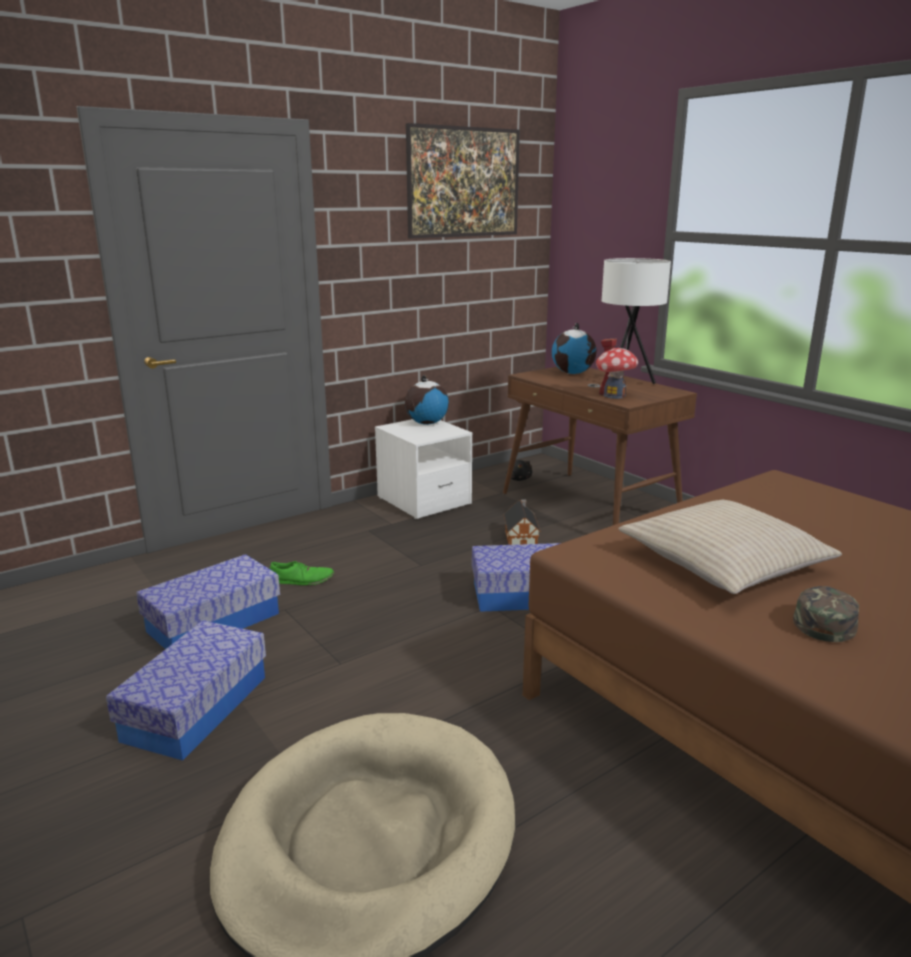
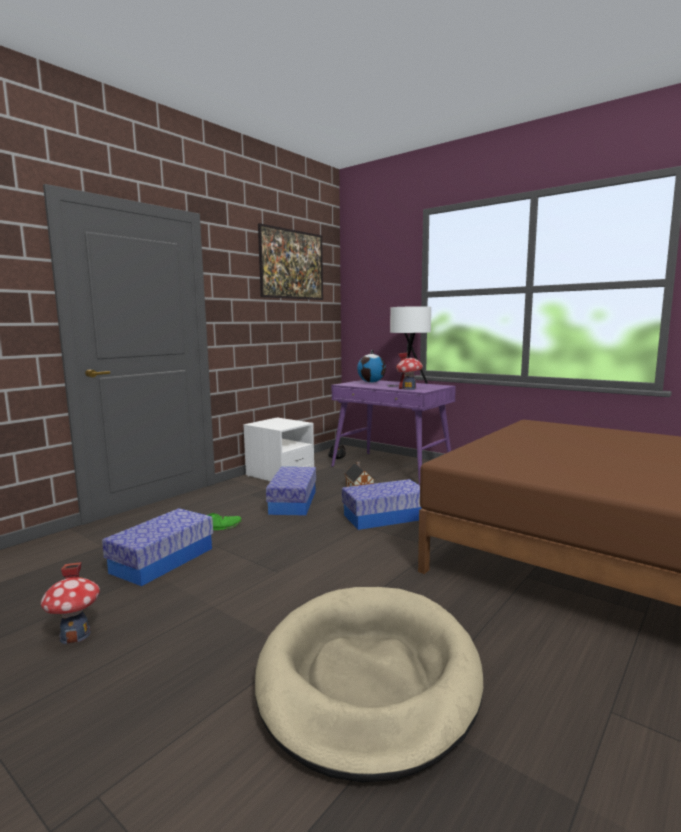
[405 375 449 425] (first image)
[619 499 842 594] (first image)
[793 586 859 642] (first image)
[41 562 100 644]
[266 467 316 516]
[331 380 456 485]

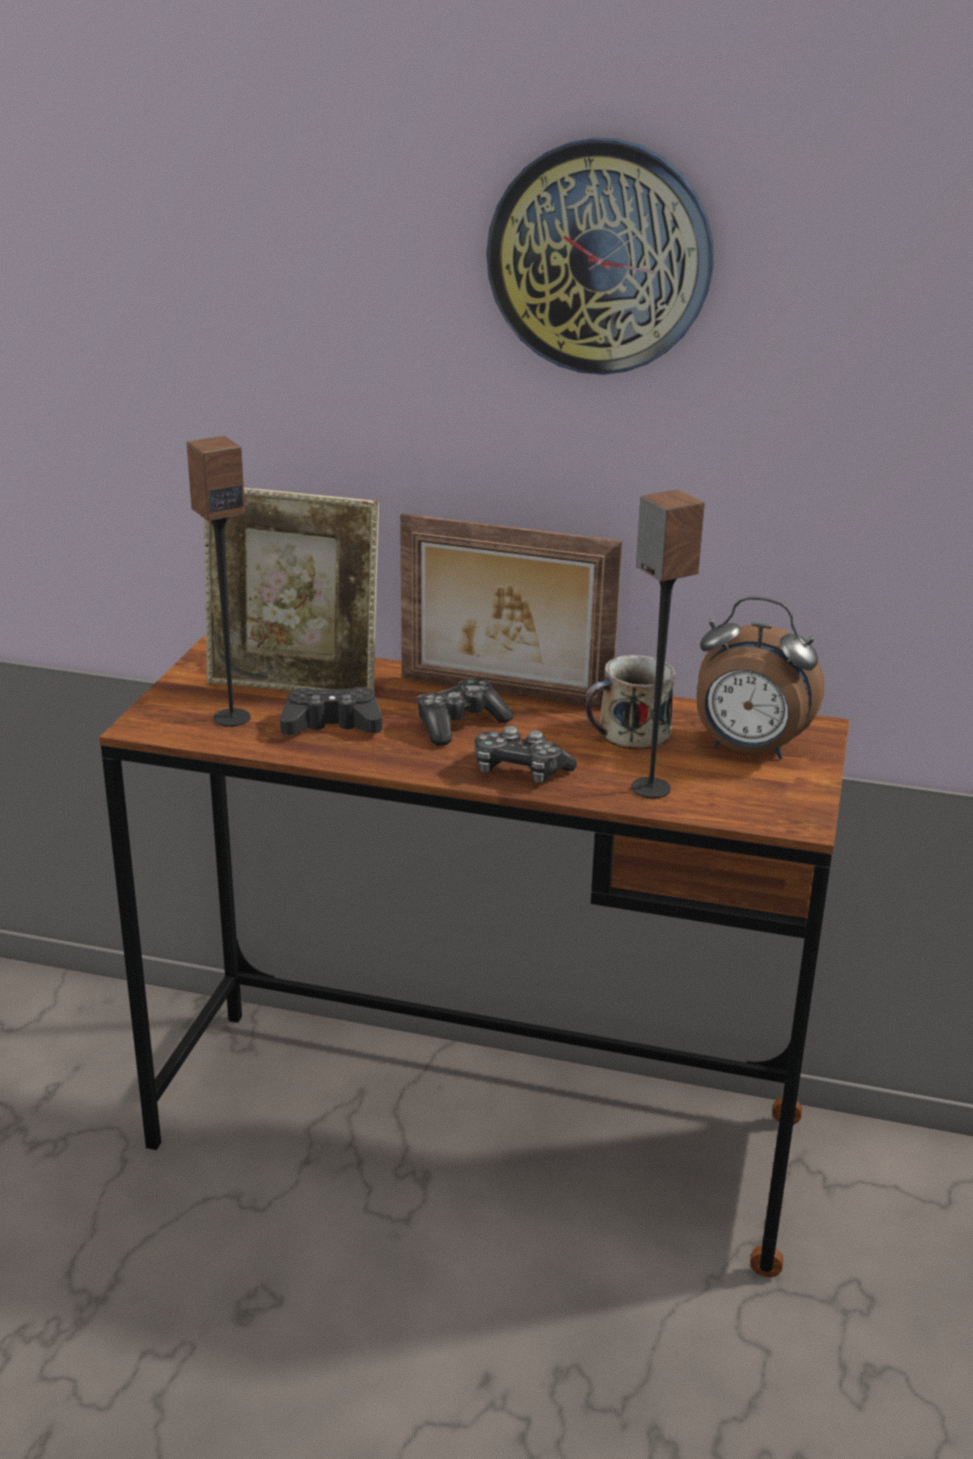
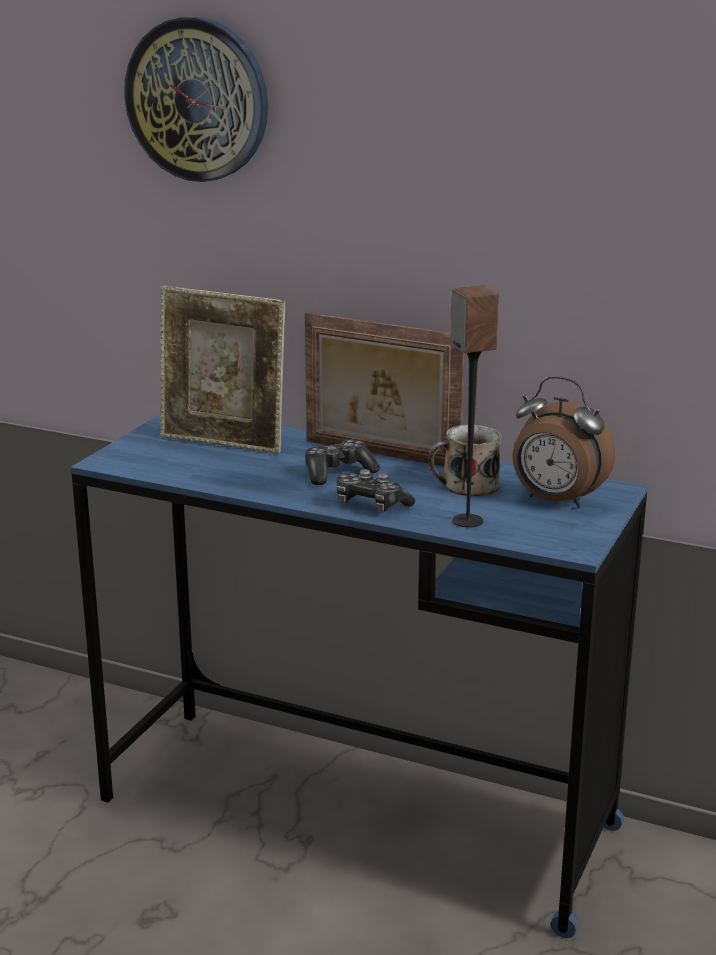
[186 436 251 727] (first image)
[280 687 382 735] (first image)
[124 17 268 182]
[70 414 648 938]

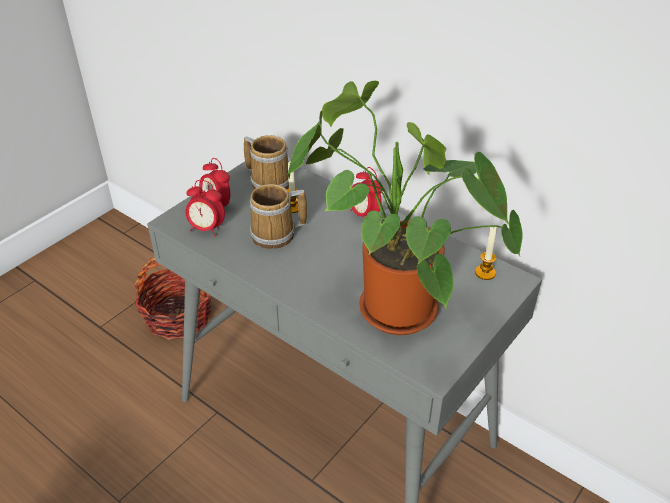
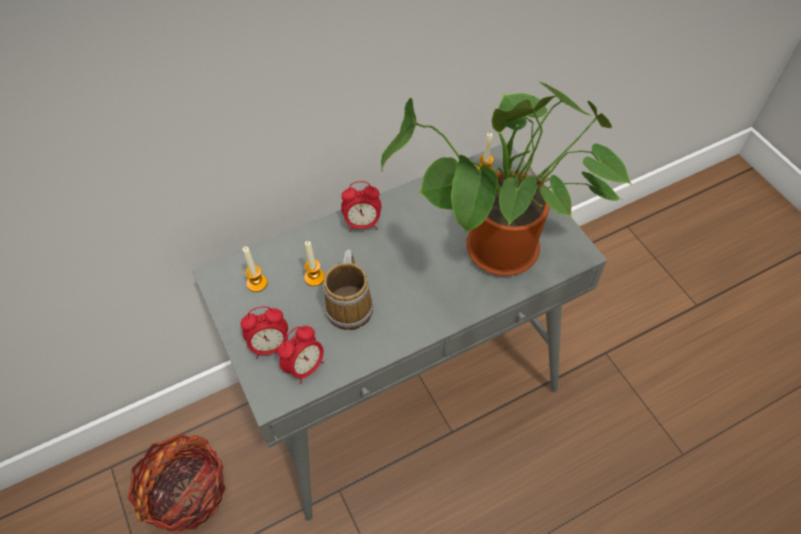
[243 247 268 292]

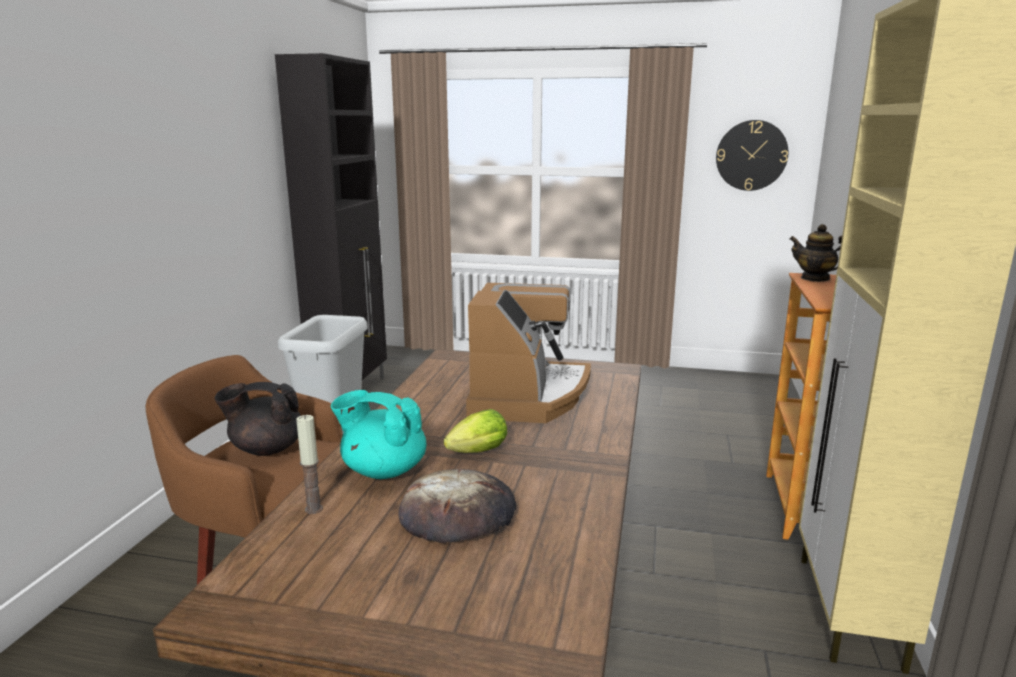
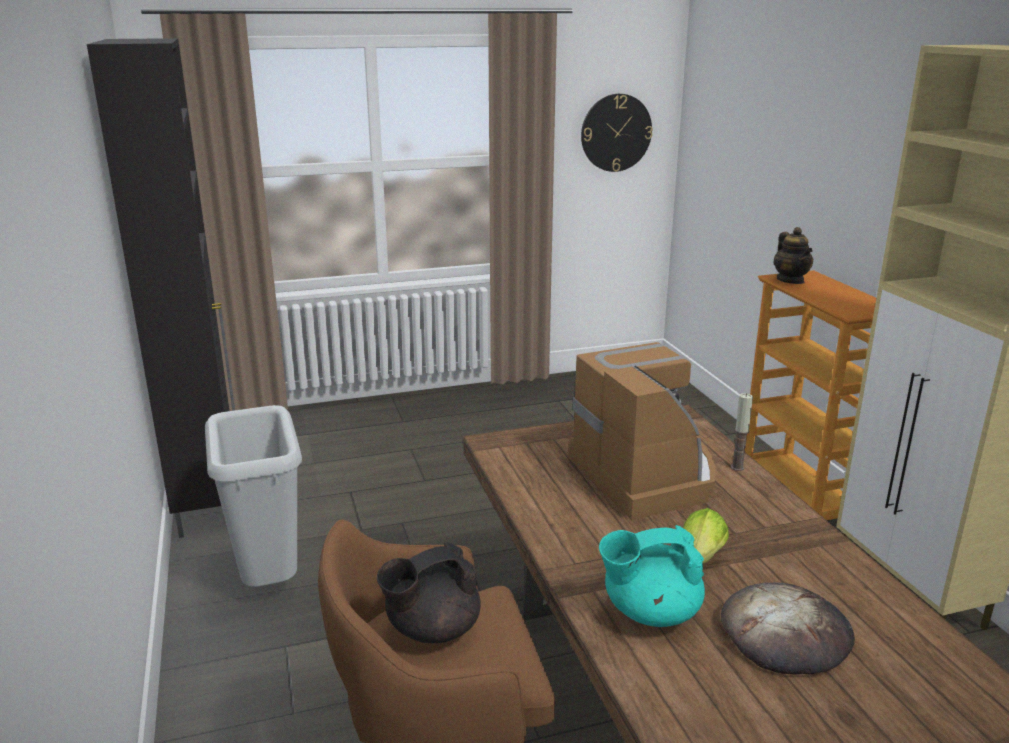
[731 393 753 471]
[773 227 813 284]

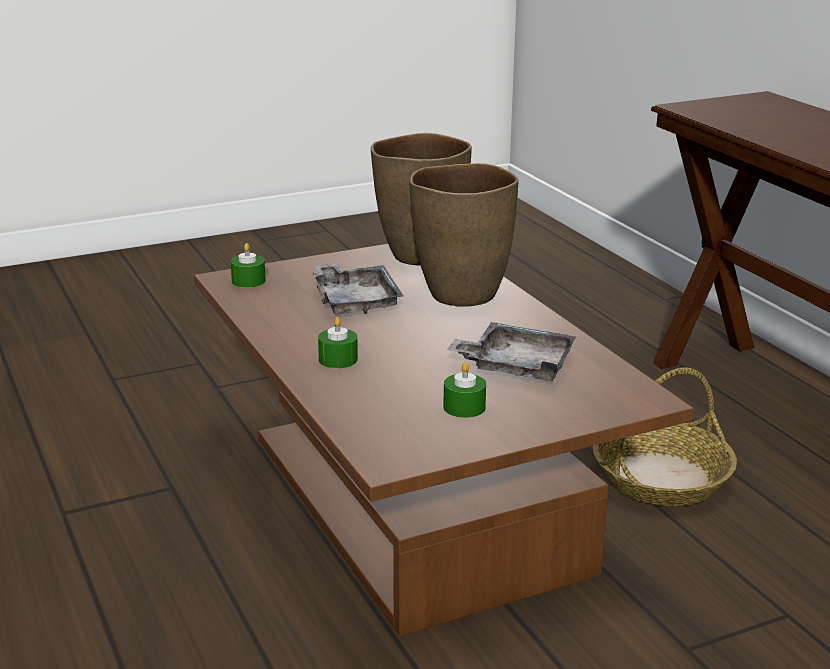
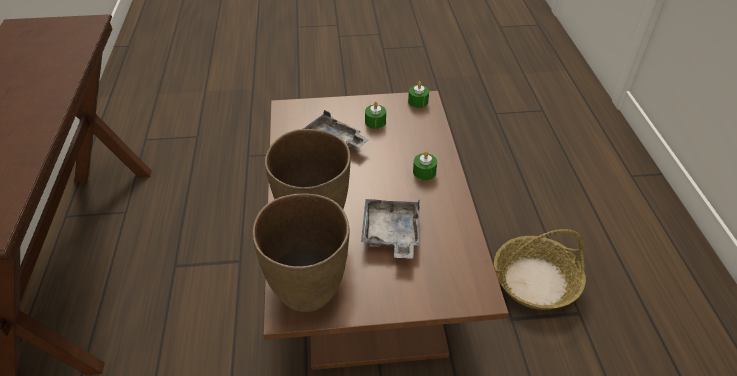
[408 81 429 108]
[494 229 586 310]

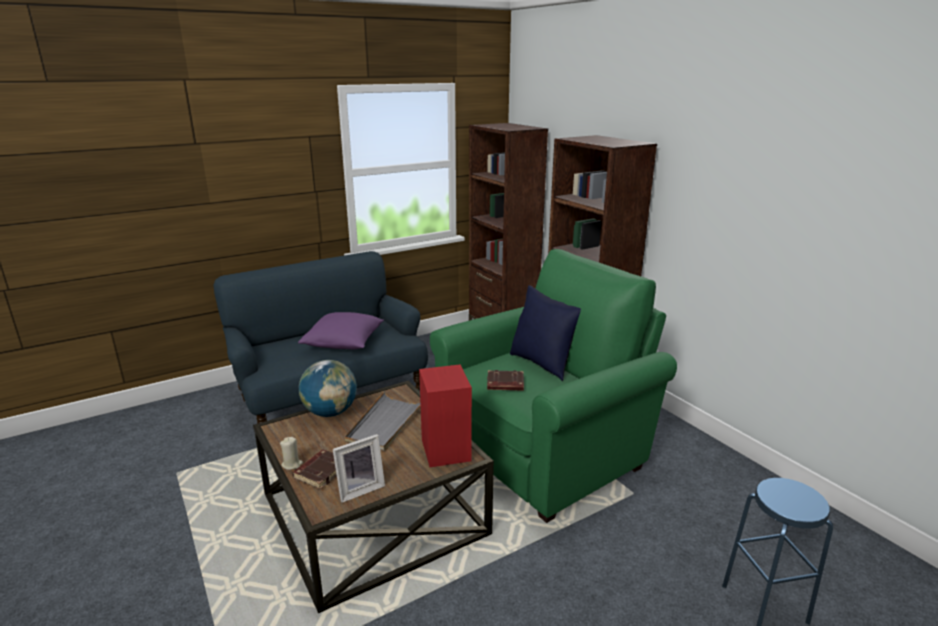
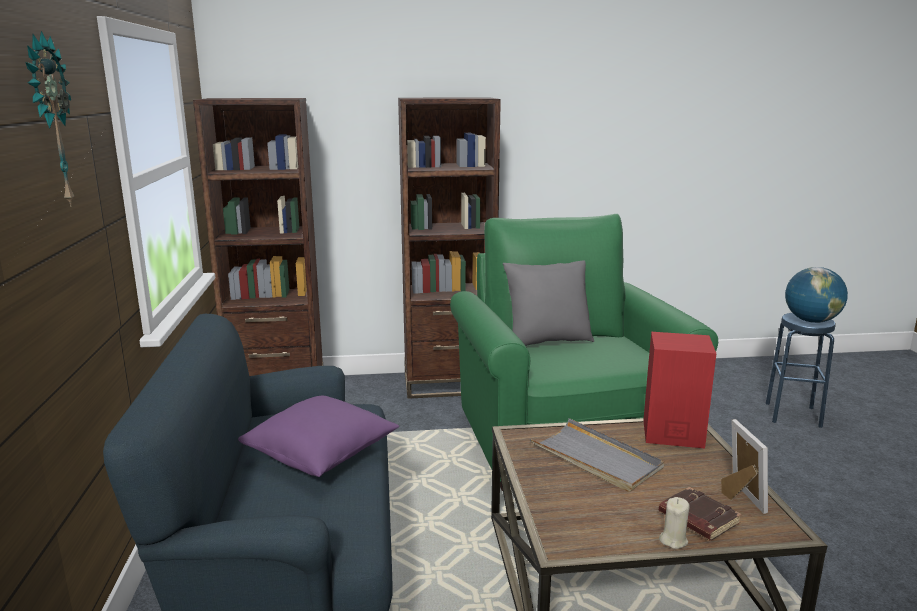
[487 370 524 391] (first image)
[25 31 75 207]
[785 267 848 323]
[503 260 594 346]

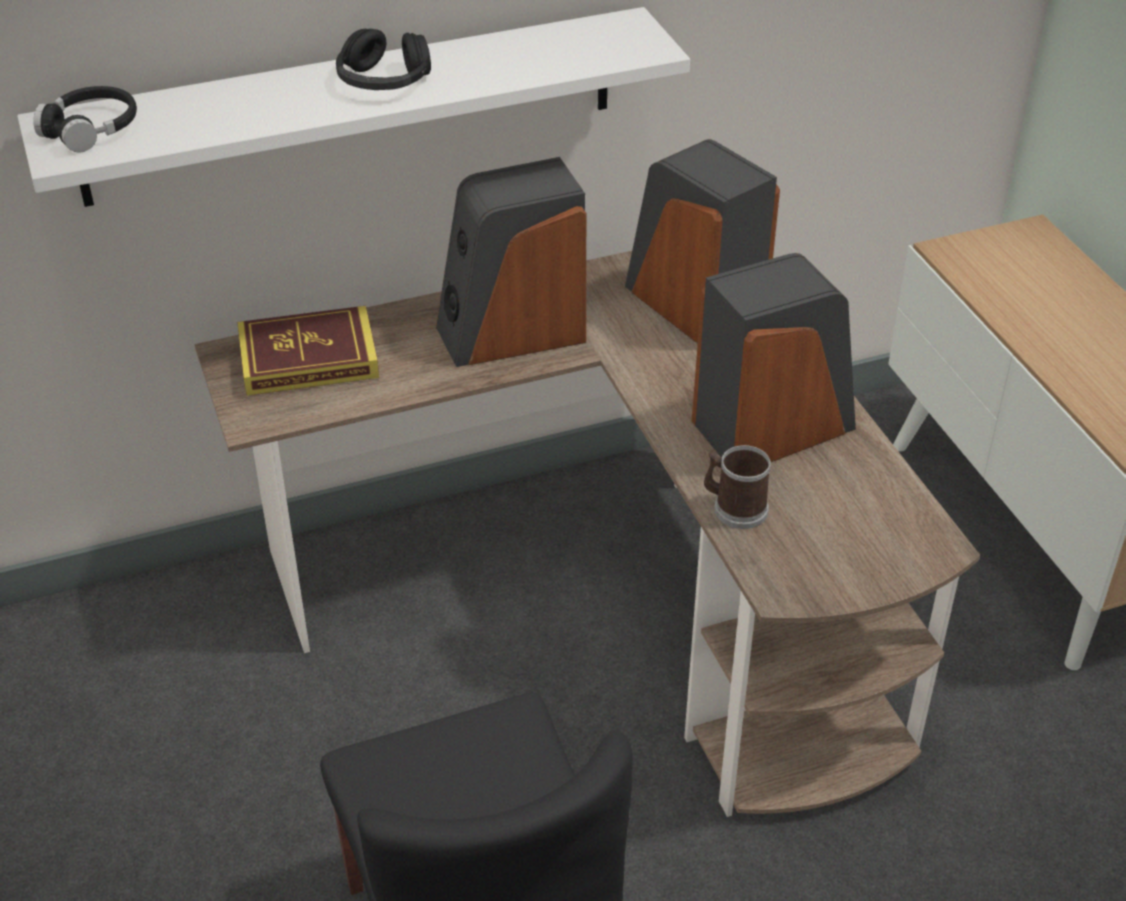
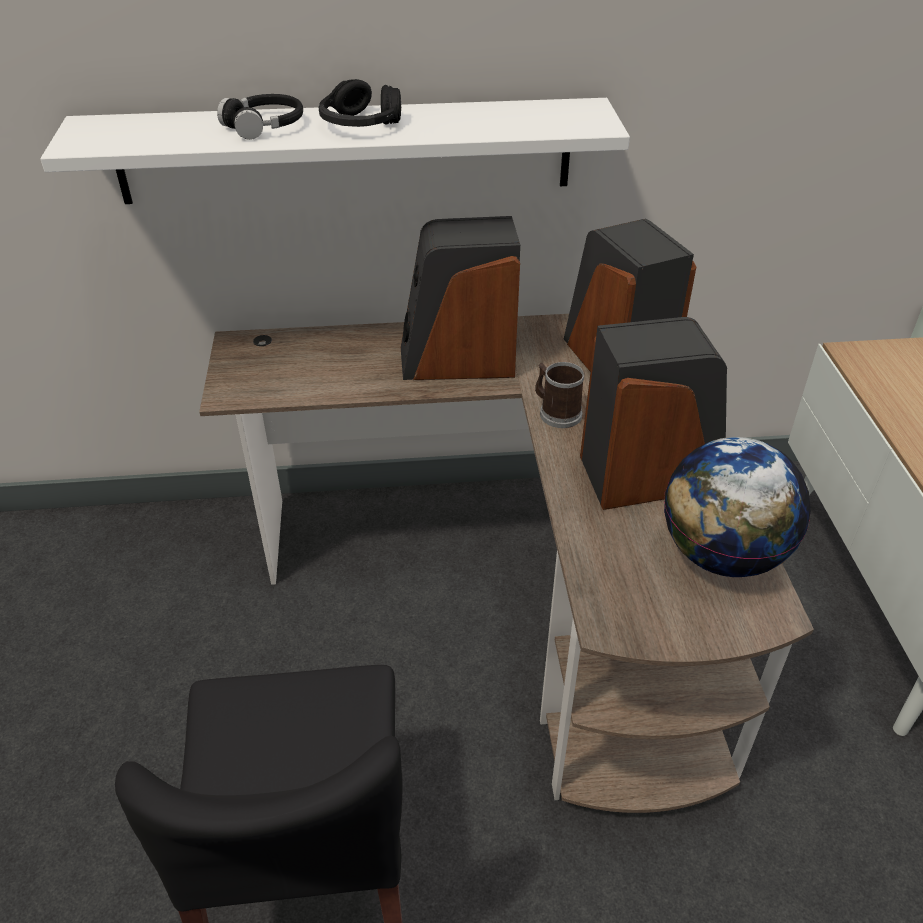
[237 306 379 396] (first image)
[664 437 811 577]
[217 94 303 140]
[535 362 585 428]

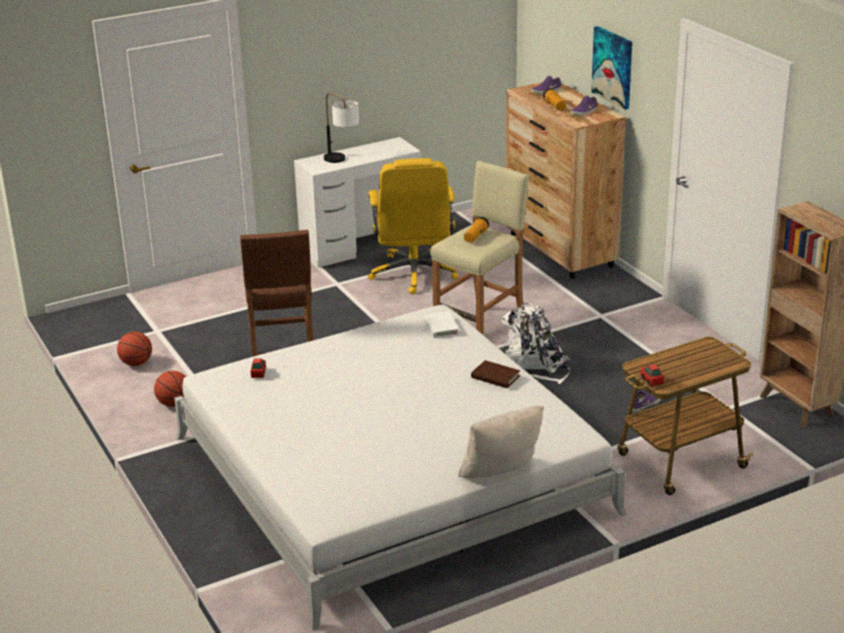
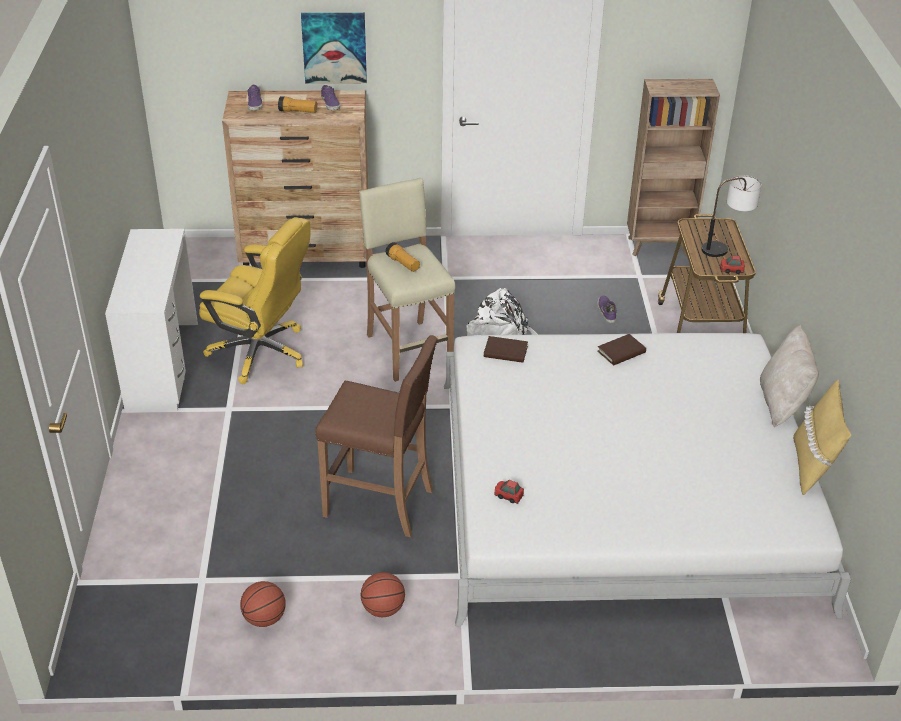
[793 379 851 495]
[702 175 762 257]
[484 336 528 363]

